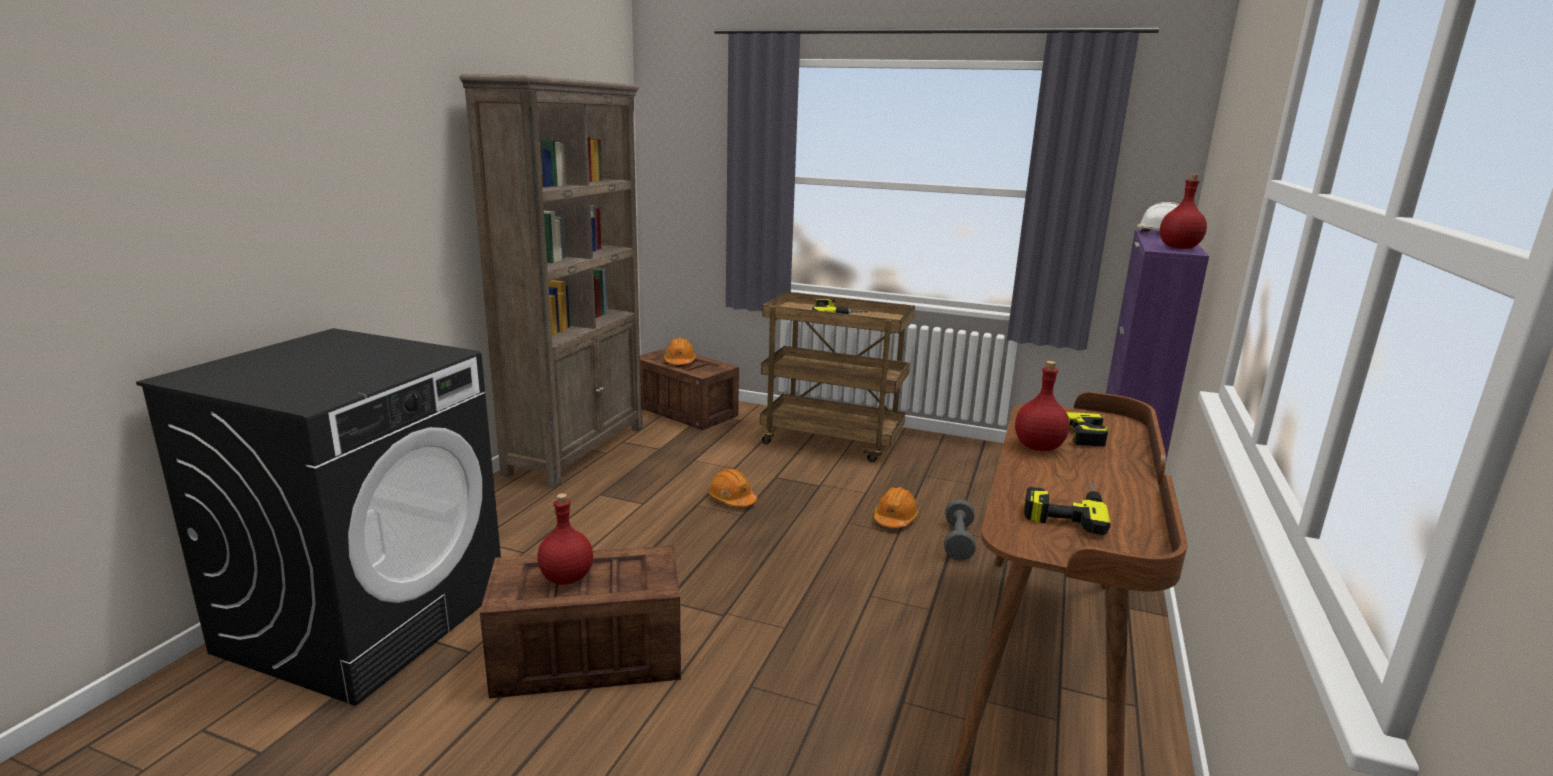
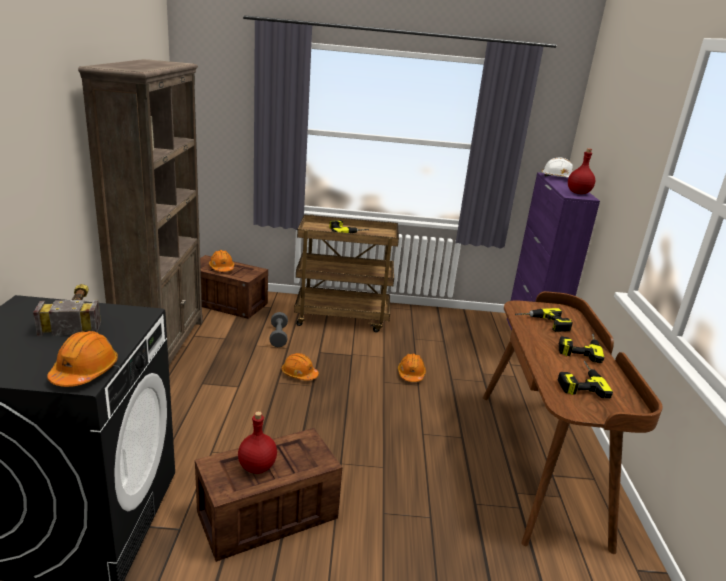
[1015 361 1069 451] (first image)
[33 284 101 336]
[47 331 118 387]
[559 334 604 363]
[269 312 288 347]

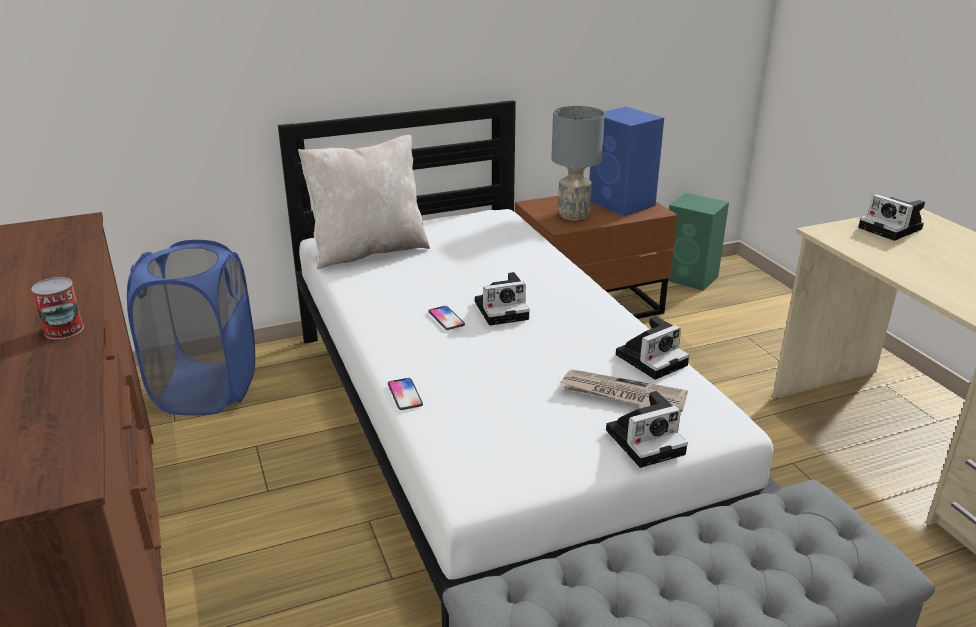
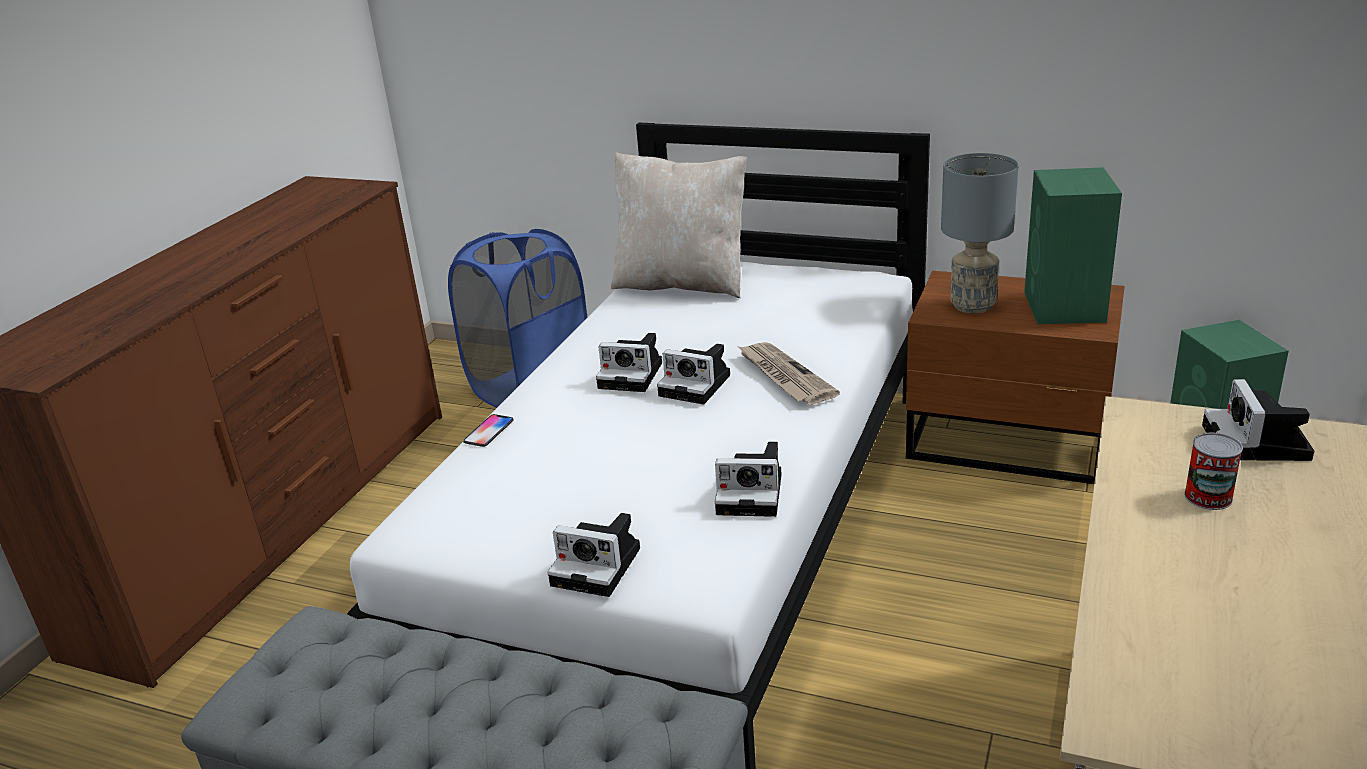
[1184 433 1243 510]
[739 342 840 405]
[596 333 662 392]
[1024 167 1122 324]

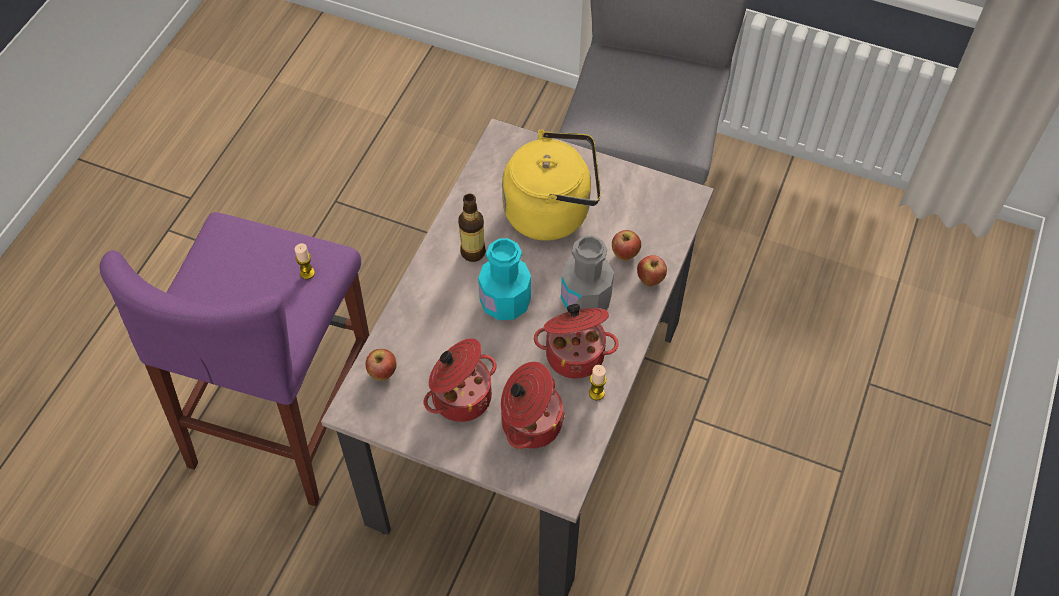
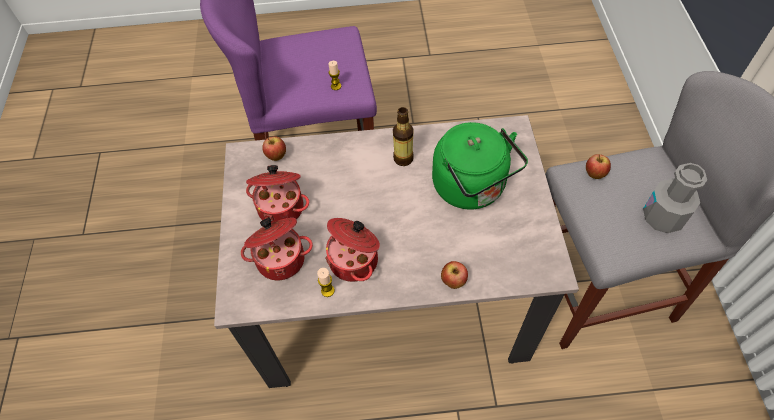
[478 238 531 320] (first image)
[643 163 707 233]
[586 154 611 179]
[432 122 528 210]

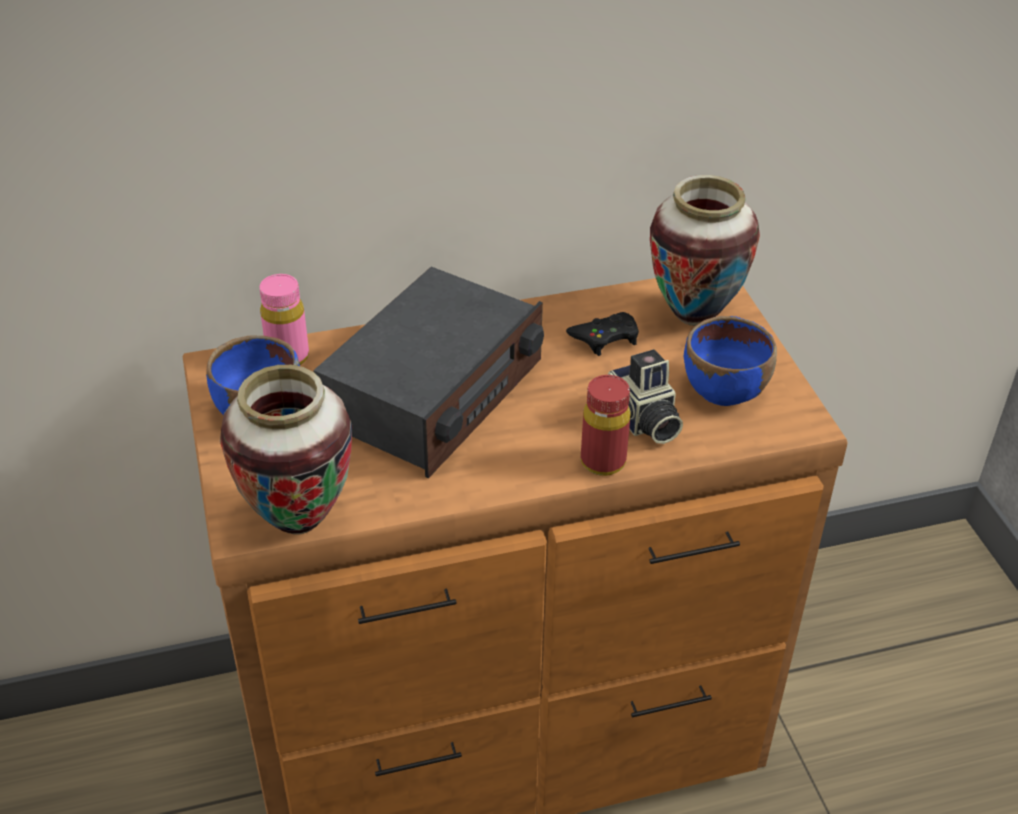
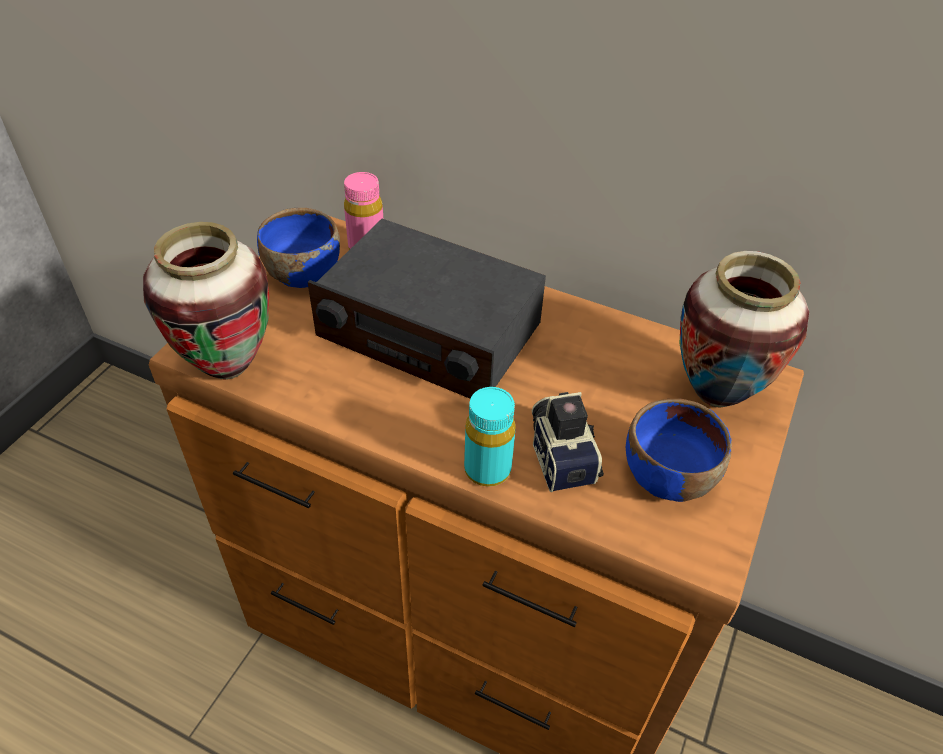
[566 312 639 356] (first image)
[464 387 516 487]
[308 219 546 399]
[532 392 604 492]

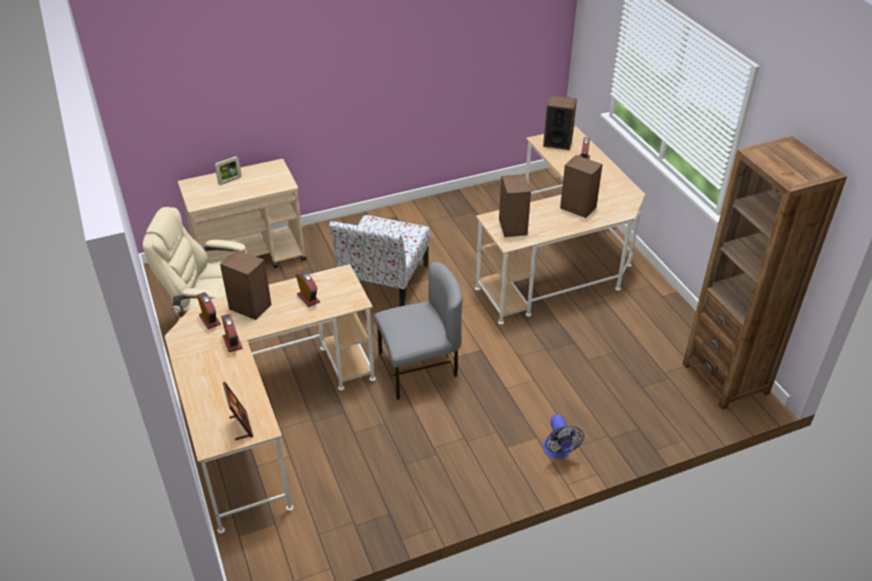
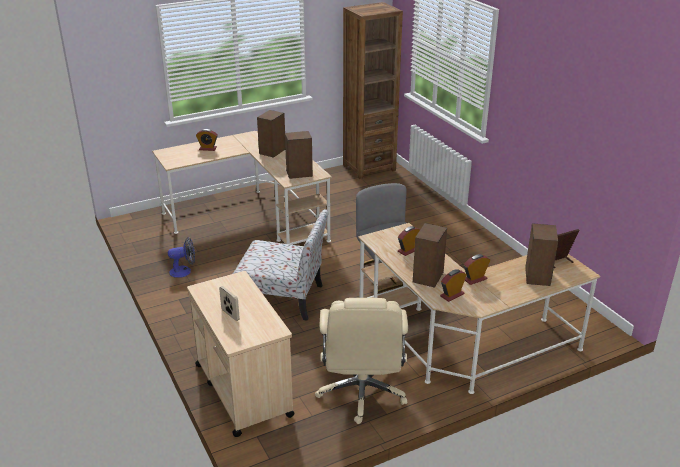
[525 223 558 286]
[168 237 195 278]

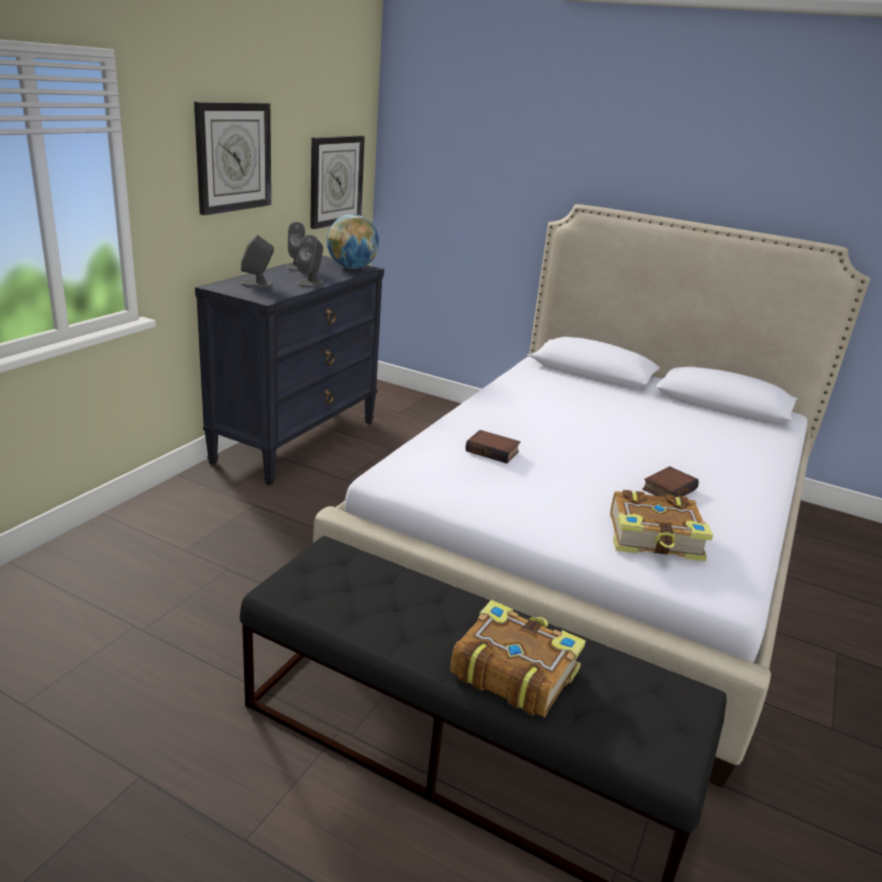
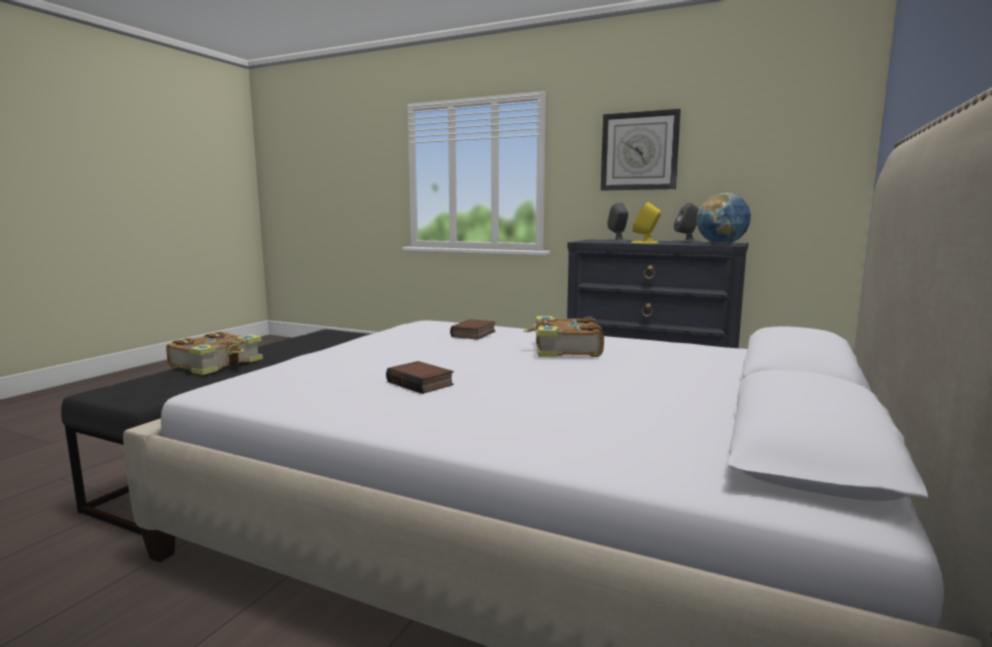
[310 136 365 229] (first image)
[523 316 604 357]
[631 202 661 244]

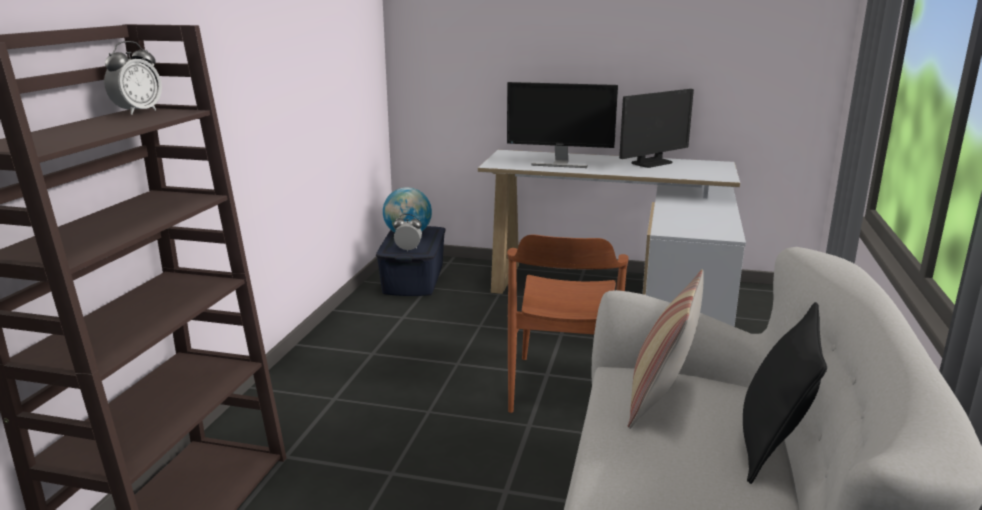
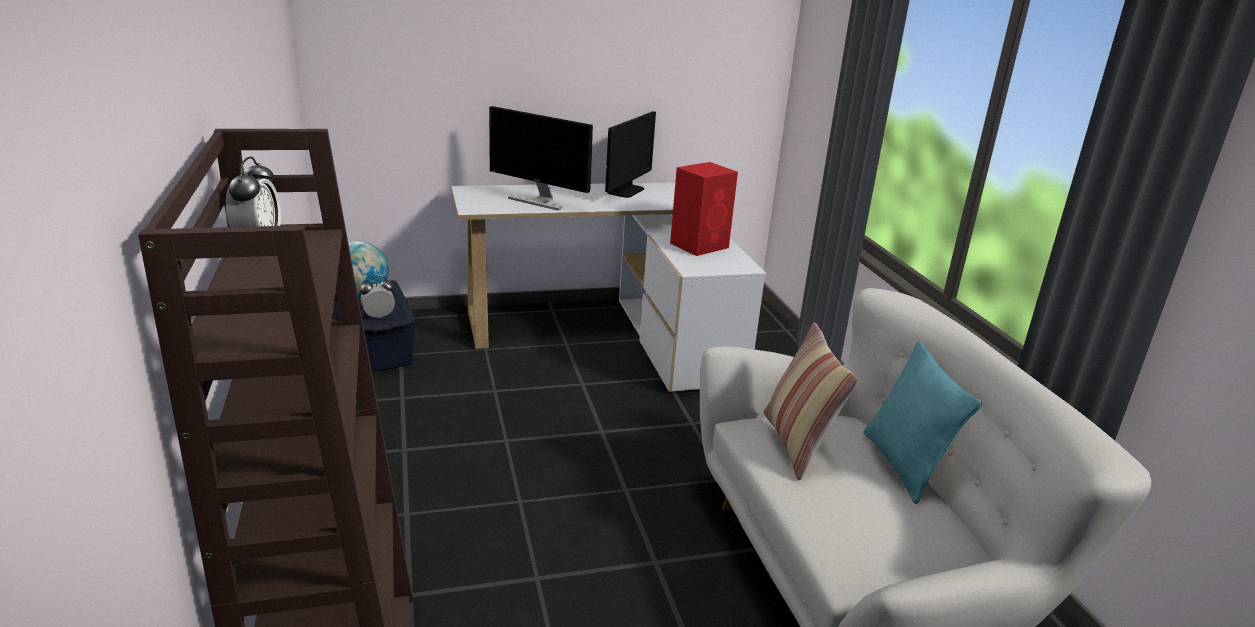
[507 234 628 413] (first image)
[670 162 738 256]
[863 341 982 504]
[489 106 593 210]

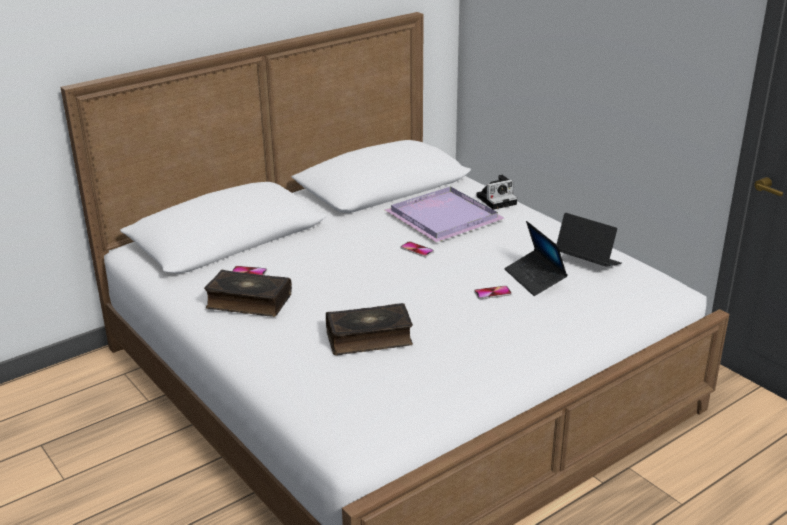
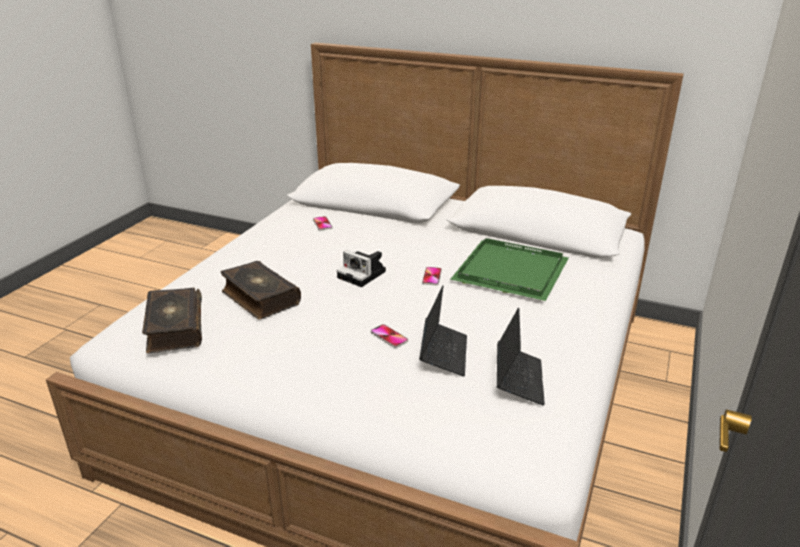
[142 288 202 353]
[337 250 386 287]
[450 238 569 301]
[419 285 467 377]

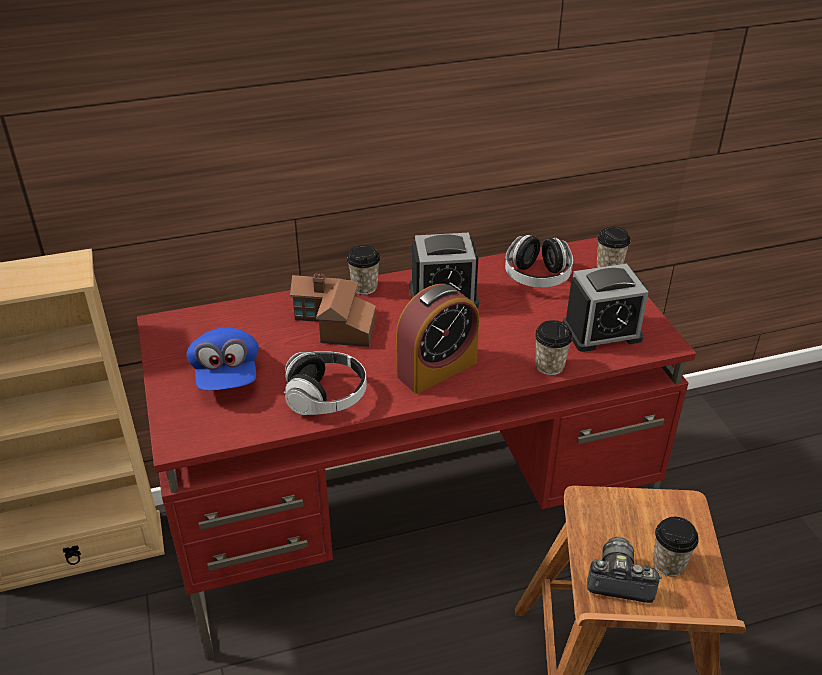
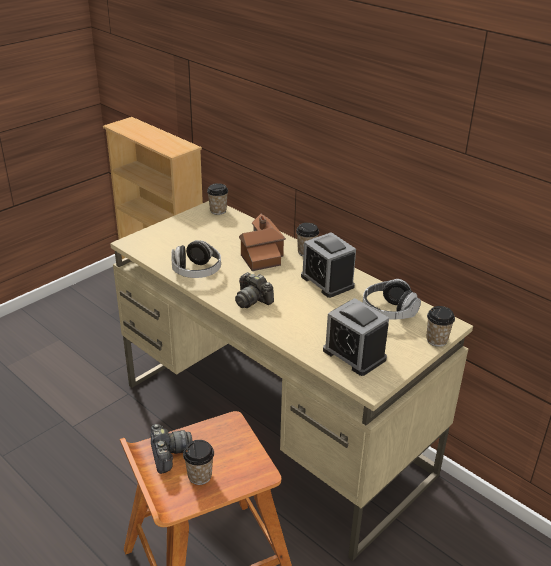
[187 327 259 391] (first image)
[207 183 228 215]
[235 272 274 308]
[110 201 473 561]

